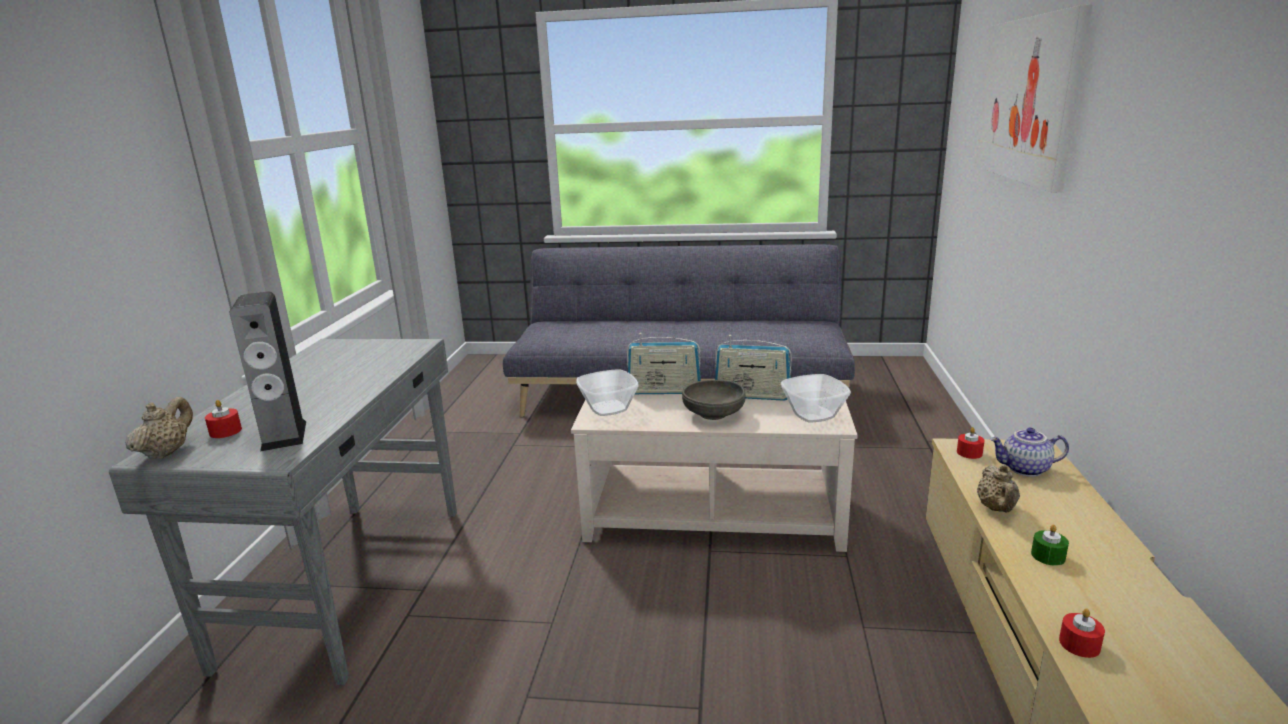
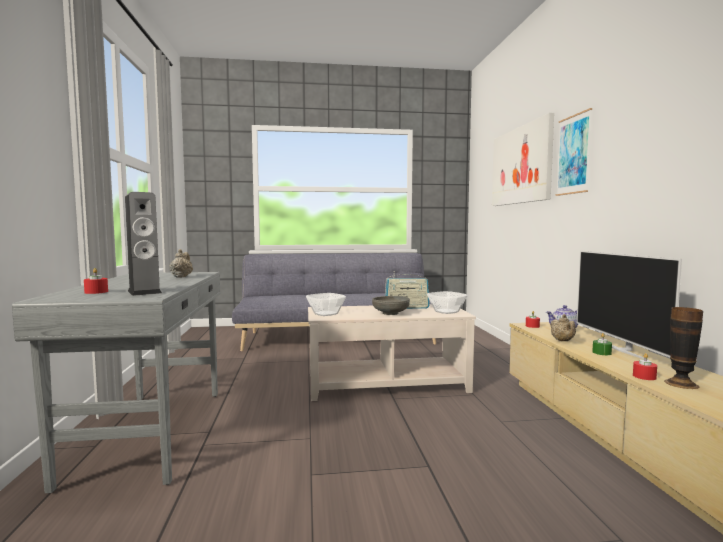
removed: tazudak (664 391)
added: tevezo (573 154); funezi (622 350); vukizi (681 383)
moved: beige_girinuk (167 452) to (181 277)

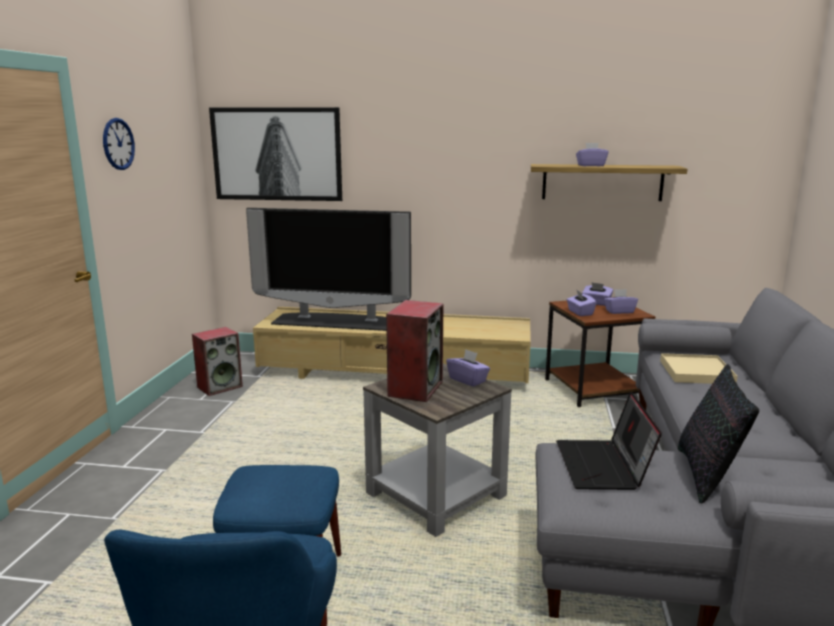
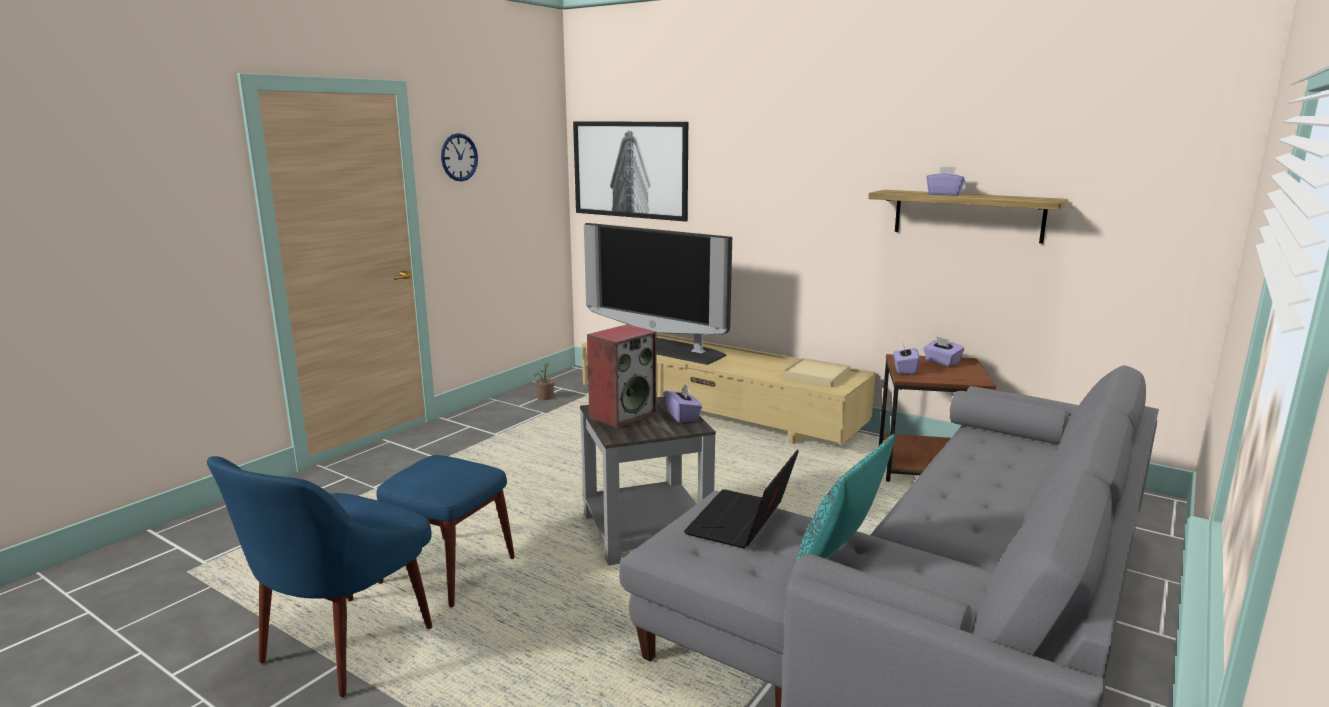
removed: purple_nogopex (619 311)
moved: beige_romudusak (696 372) to (816 375)
replaced: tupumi (220 386) to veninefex (545 398)
recoloured: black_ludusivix (706 476) to turquoise_ludusivix (840 555)

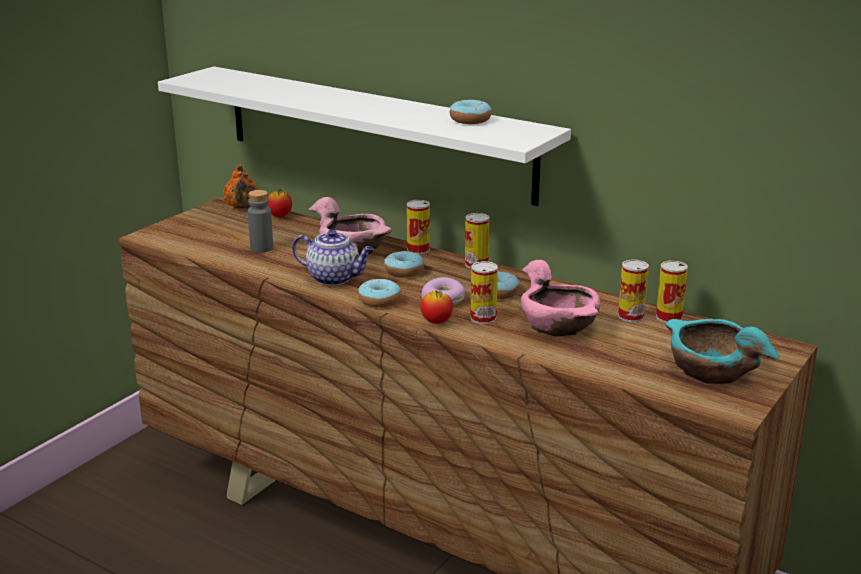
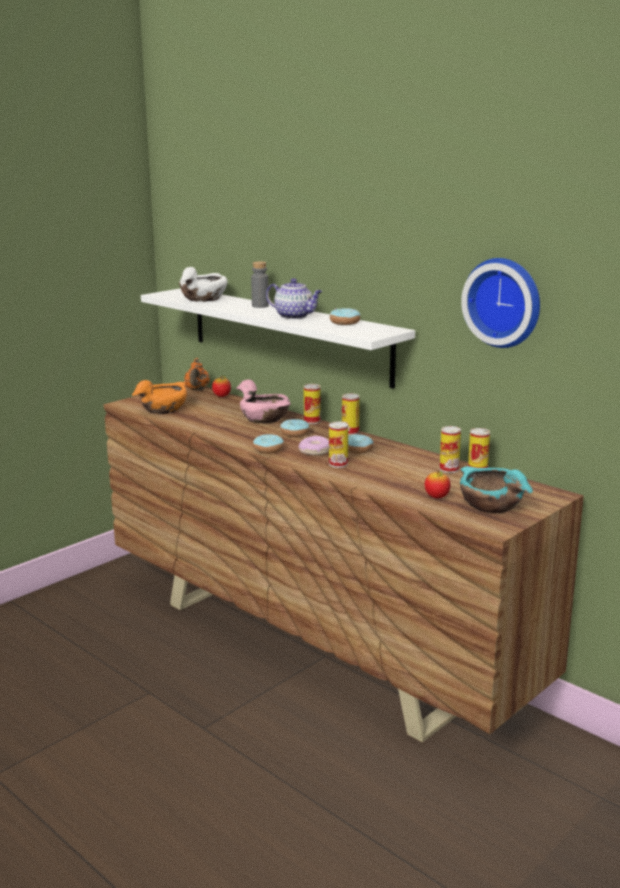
removed: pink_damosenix (559 325)
added: orange_damosenix (163 409); white_damosenix (203 298); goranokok (504 302)
moved: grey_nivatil (261 248) to (260 306); girinuk (335 278) to (295 316); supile (436 322) to (437 497)

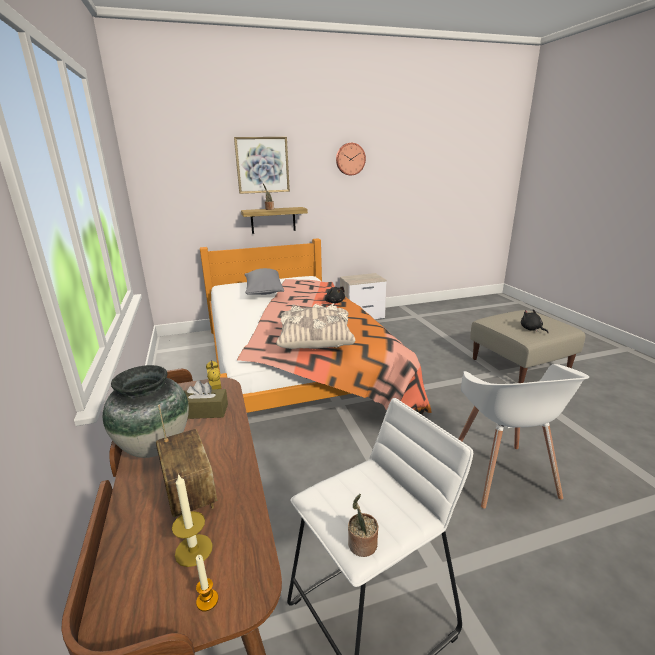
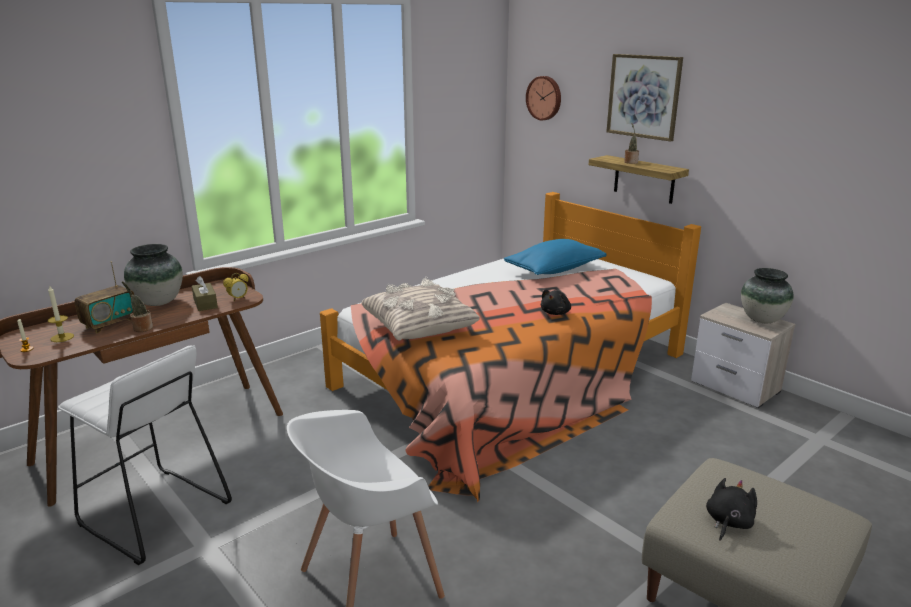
added: vukizi (762 320)
moved: veninefex (362 546) to (141 328); goranokok (350 159) to (544 98)
recoloured: grey_ludusivix (263 291) to blue_ludusivix (554 270)

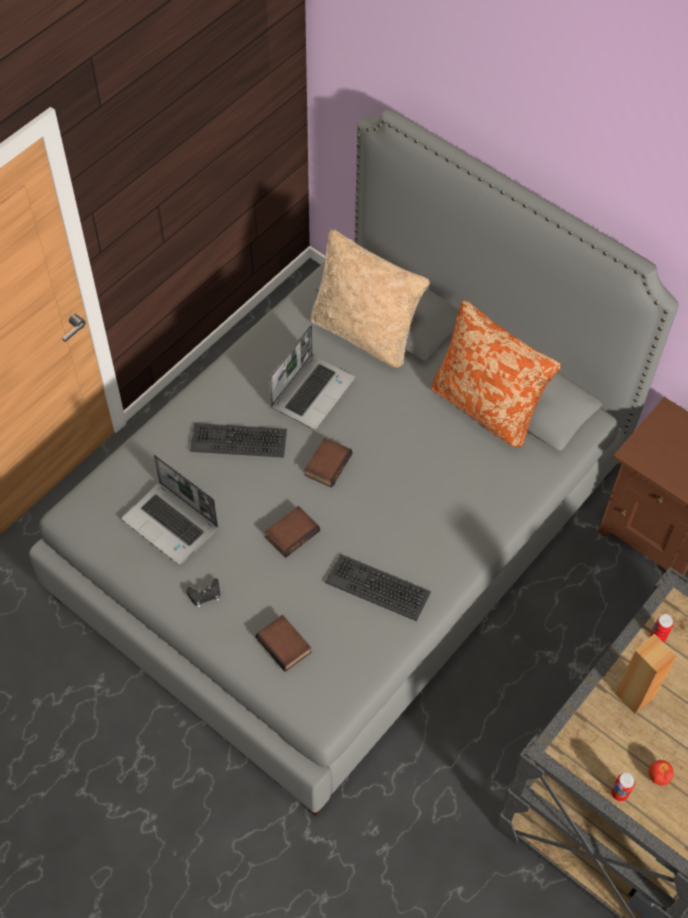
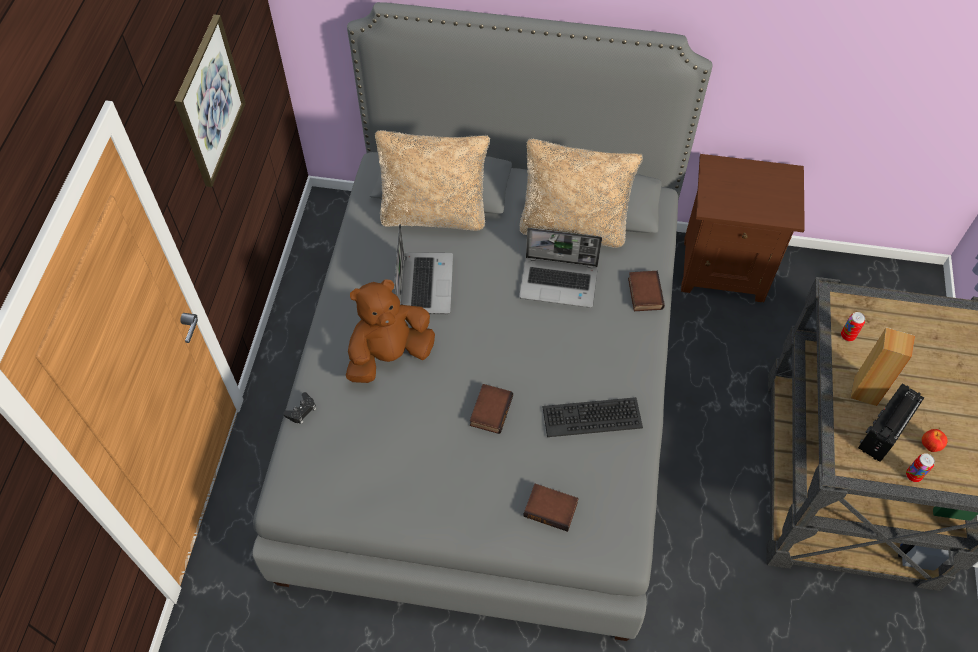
added: tevezo (209 102); tazudak (883 433)
moved: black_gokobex (205 594) to (301 410); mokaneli (172 524) to (559 282); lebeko (327 464) to (643 293)
replaced: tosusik (239 440) to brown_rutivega (389 355)
recoloured: orange_ludusivix (485 410) to beige_ludusivix (574 230)

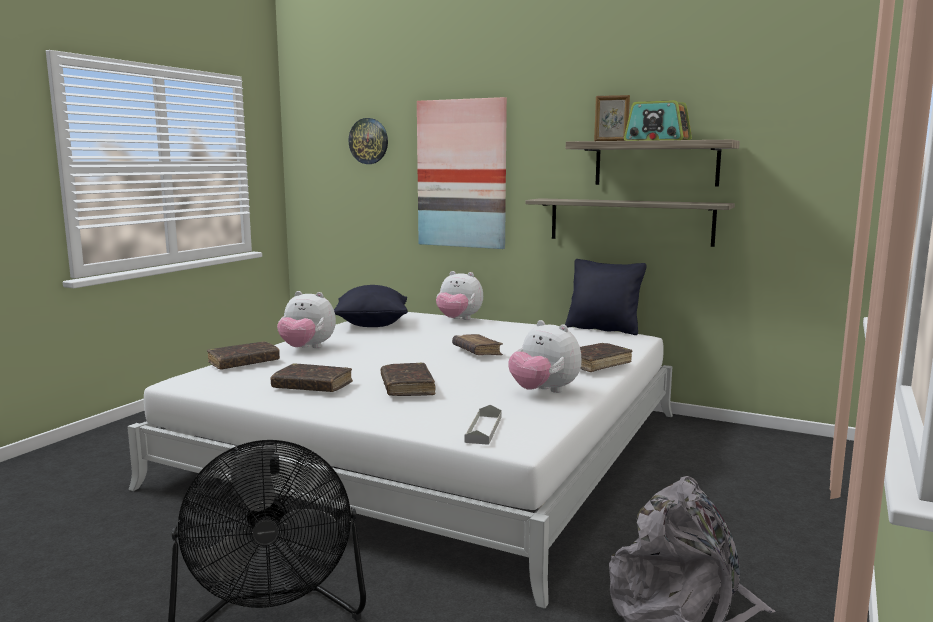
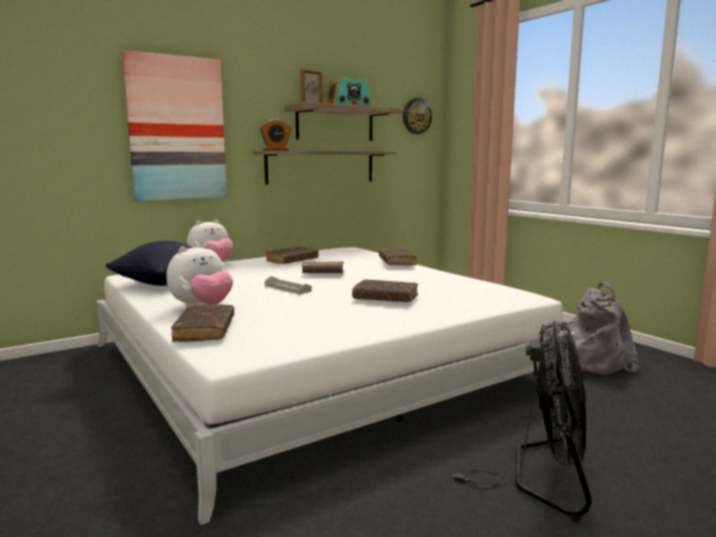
removed: rutivega (544 391); black_ludusivix (603 329)
added: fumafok (276 150)
moved: grey_romudusak (483 429) to (287 288); brown_lebeko (312 386) to (292 260); goranokok (369 141) to (416 116)

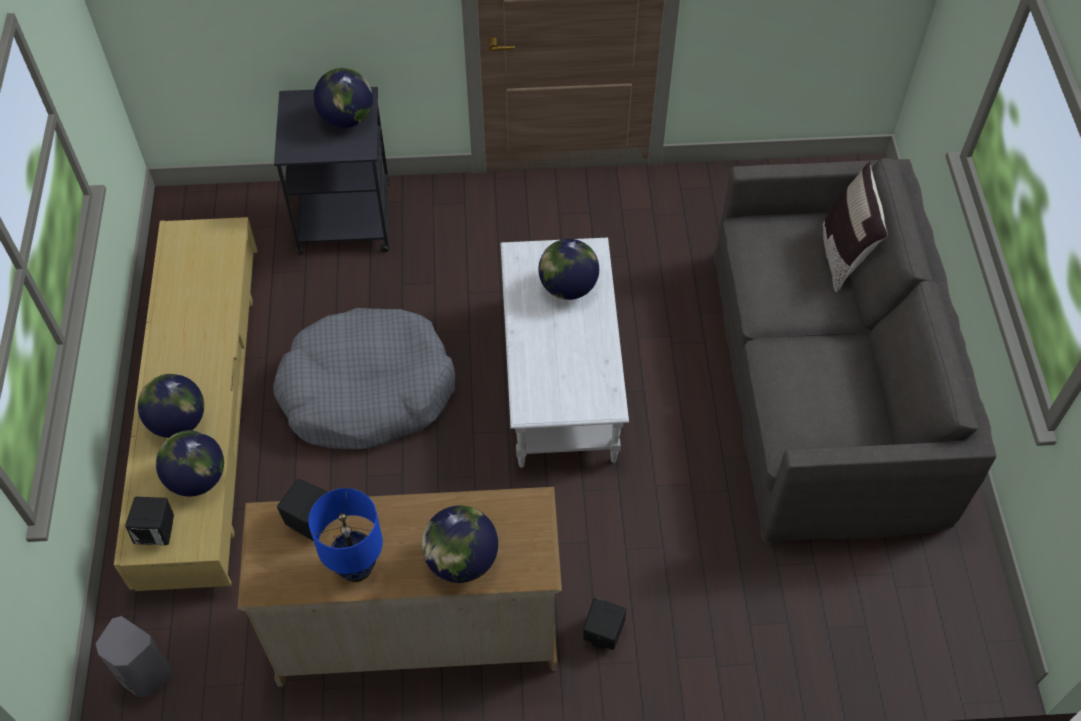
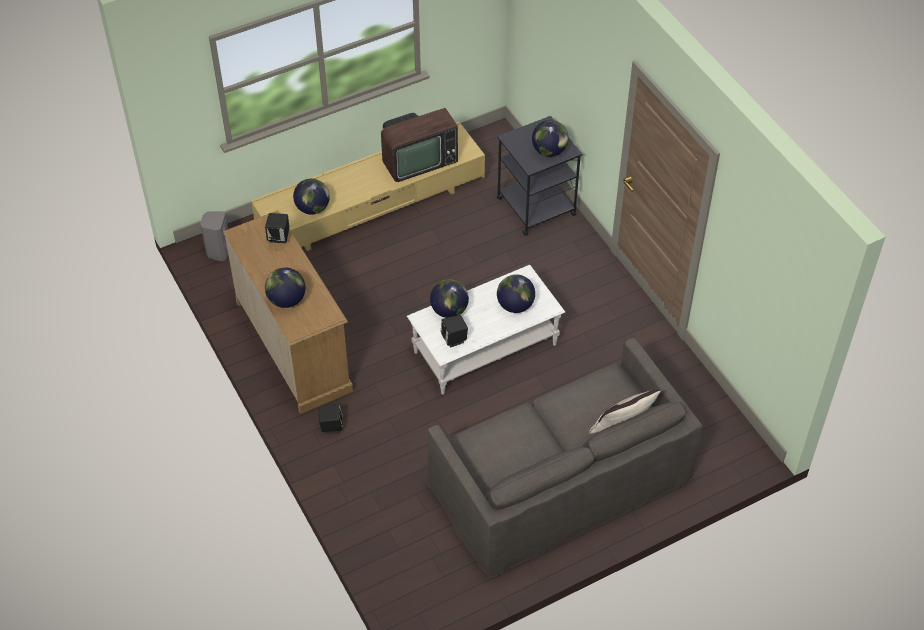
removed: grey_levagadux (367 391); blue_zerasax (356 566)
added: funezi (417 160)
moved: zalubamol (178 421) to (449 310); black_tupumi (157 532) to (454 339)

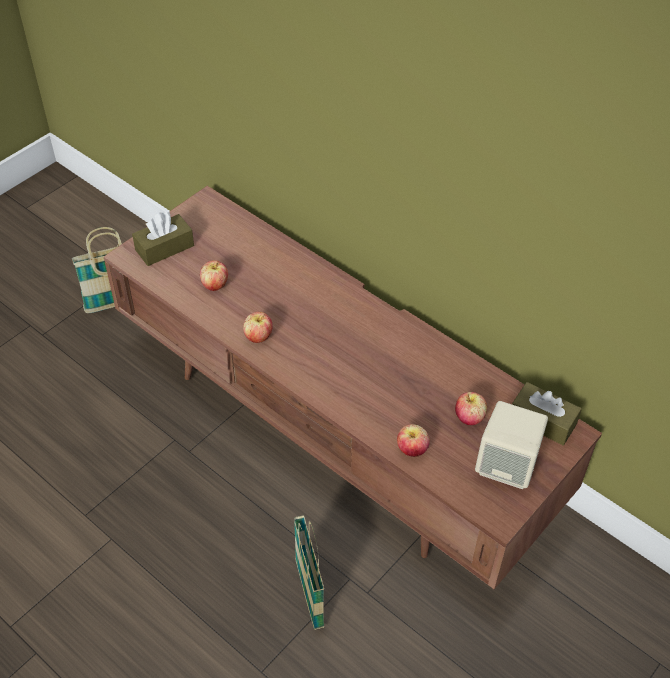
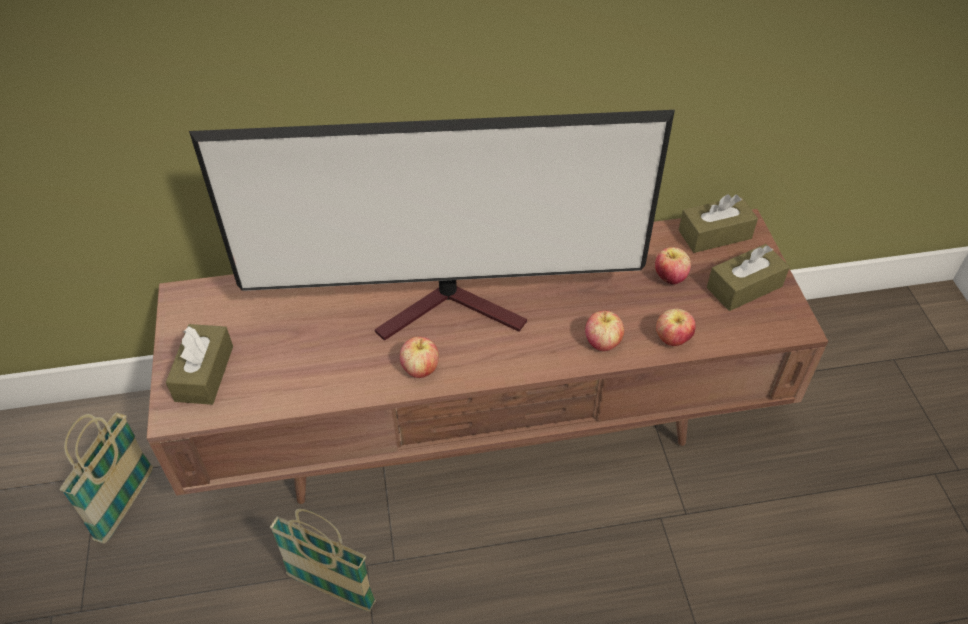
added: funezi (454 309)
moved: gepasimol (309 594) to (331 589); supile (215 285) to (602 342)
replaced: beige_tupumi (507 466) to brown_nogopex (744 287)

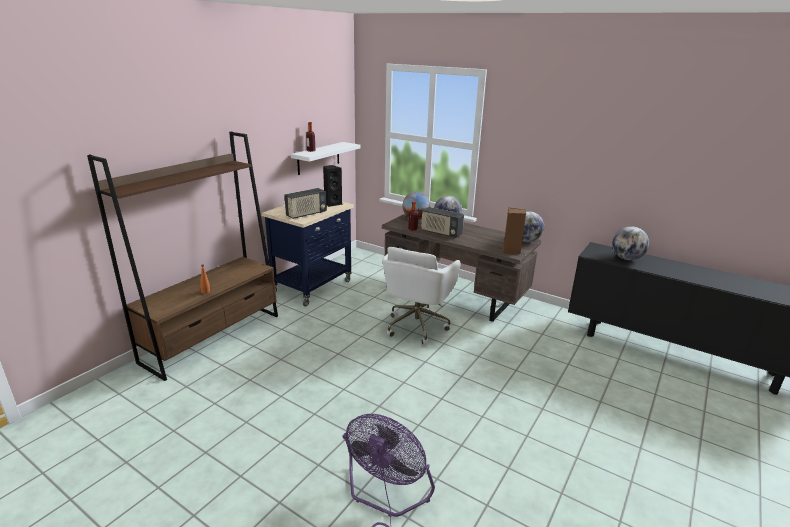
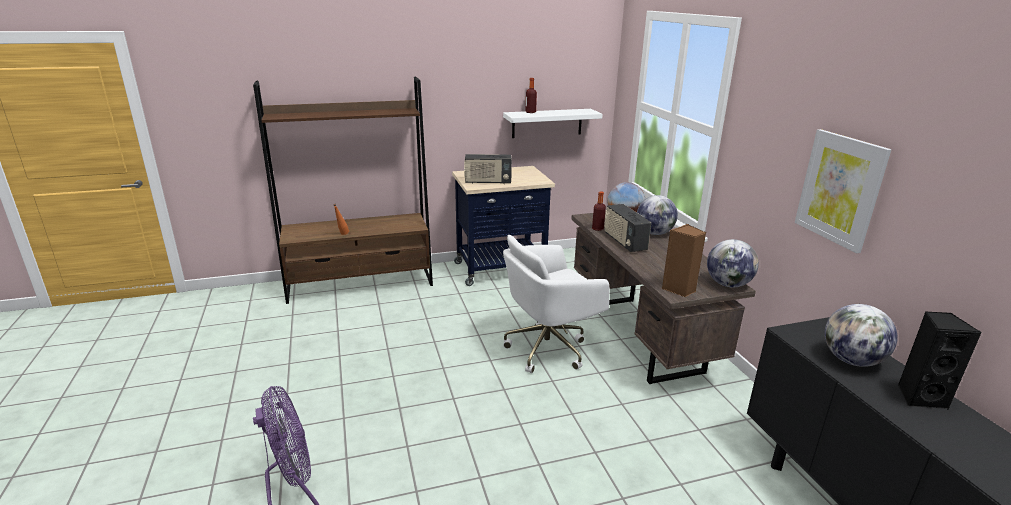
added: tevezo (840 189)
moved: black_tupumi (332 203) to (919 397)

